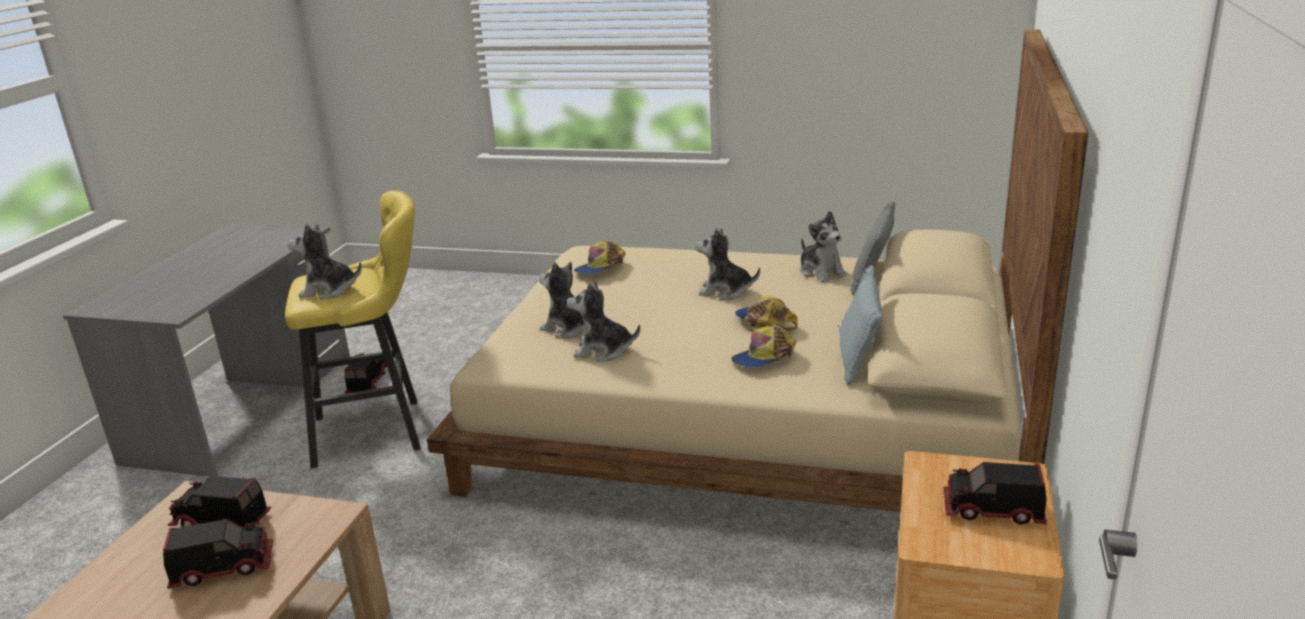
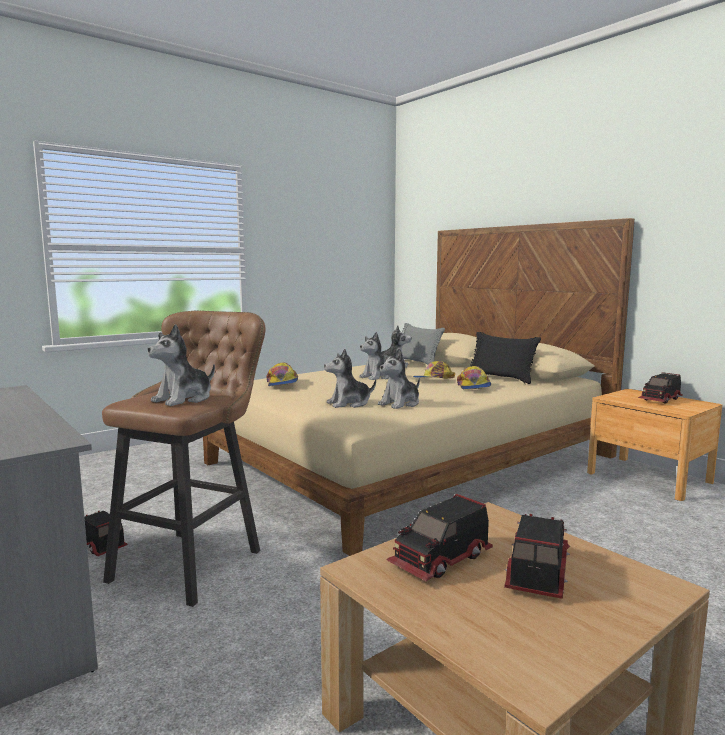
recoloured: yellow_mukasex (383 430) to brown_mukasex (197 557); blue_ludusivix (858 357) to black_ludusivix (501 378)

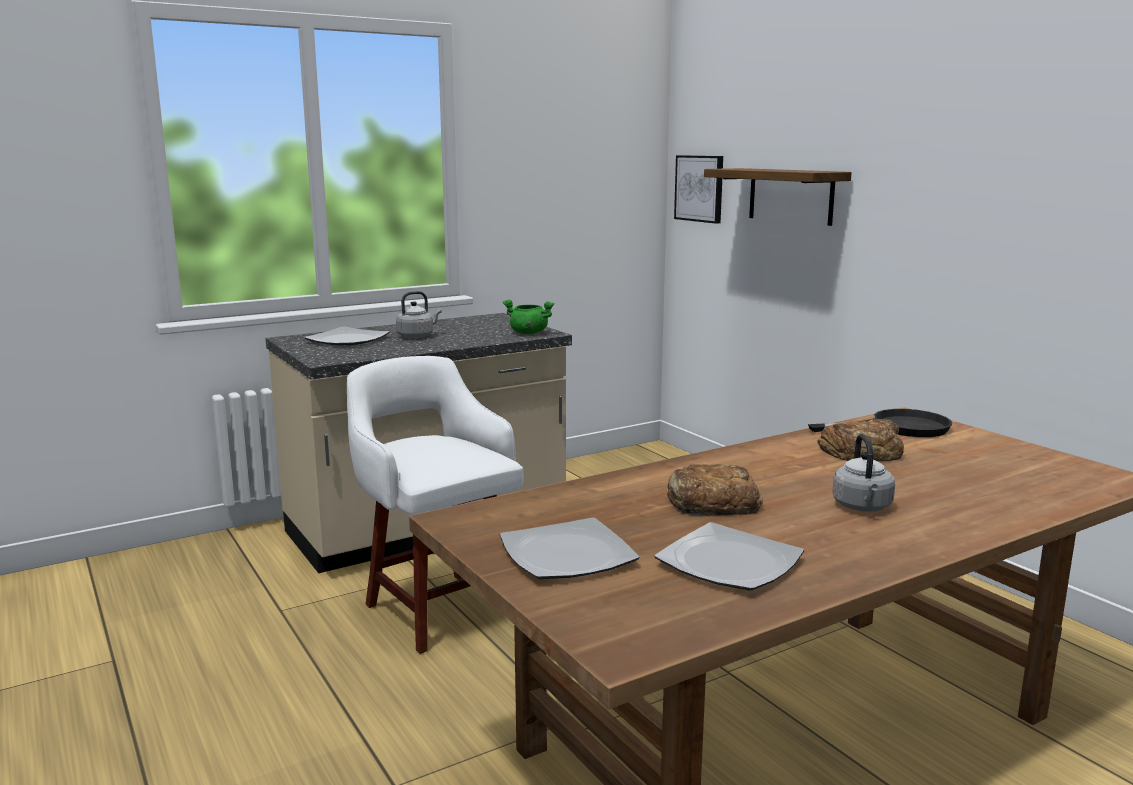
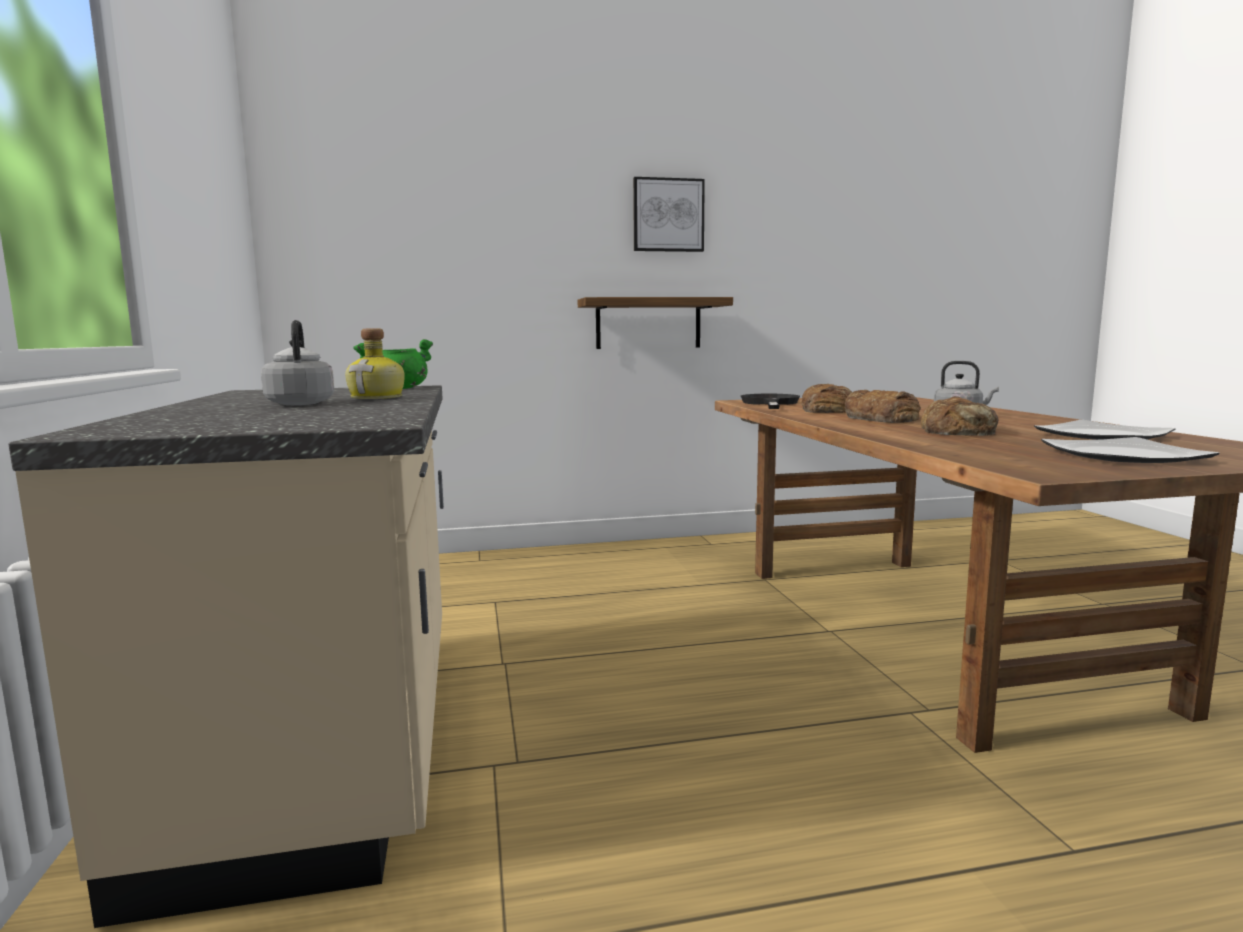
removed: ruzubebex (346 340); white_mukasex (438 608)
added: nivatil (378 397); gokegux (881 418)
moved: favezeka (790 195) to (648 323); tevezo (700 188) to (668 215)

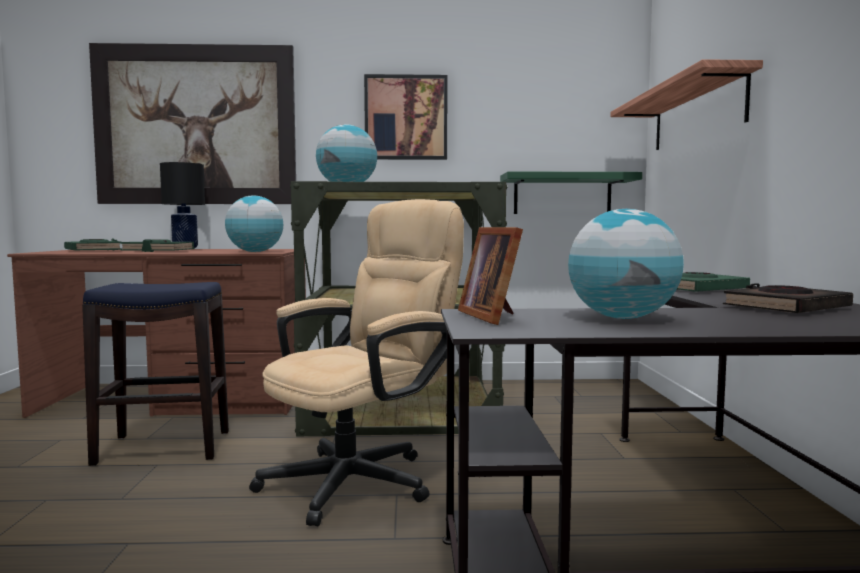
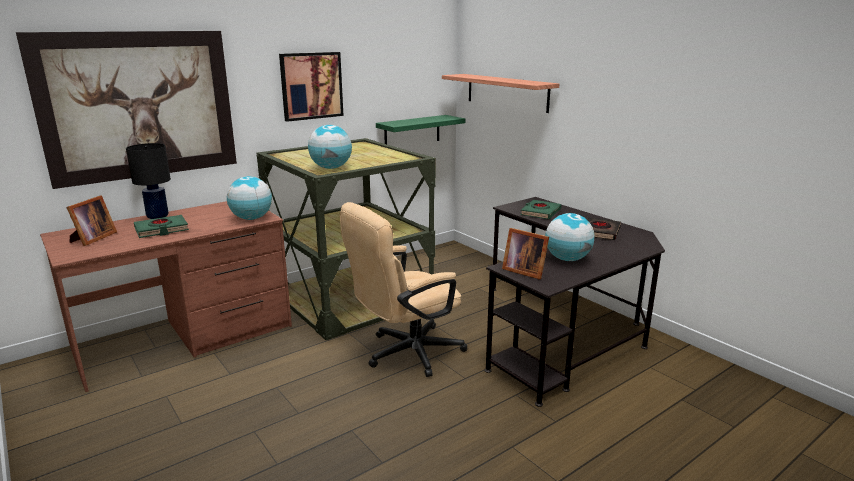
removed: mukasex (163 448)
replaced: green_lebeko (93 250) to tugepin (92 239)
turned: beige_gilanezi (362 478) = (405 354) 135 degrees counterclockwise

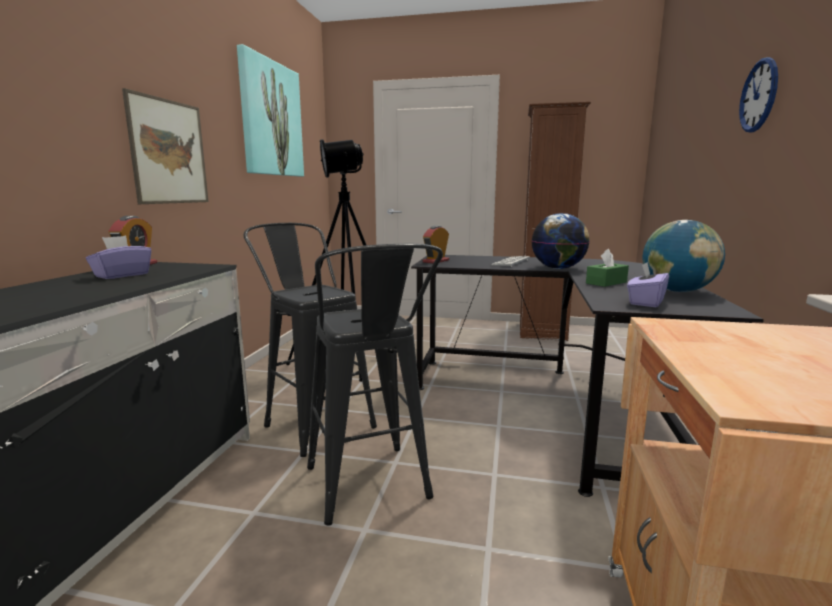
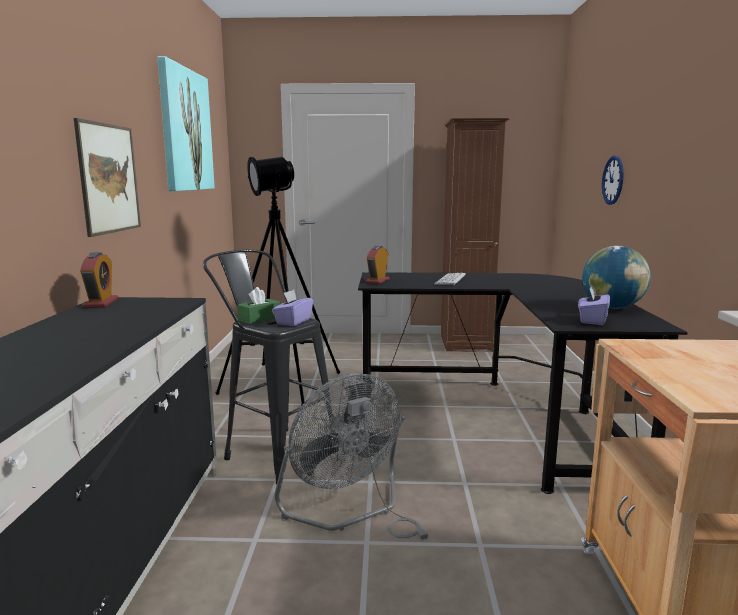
removed: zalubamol (558 268)
moved: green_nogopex (606 282) to (259 319); purple_nogopex (122 275) to (293 321); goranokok (759 95) to (613 180)
replaced: black_mukasex (370 491) to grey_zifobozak (358 509)

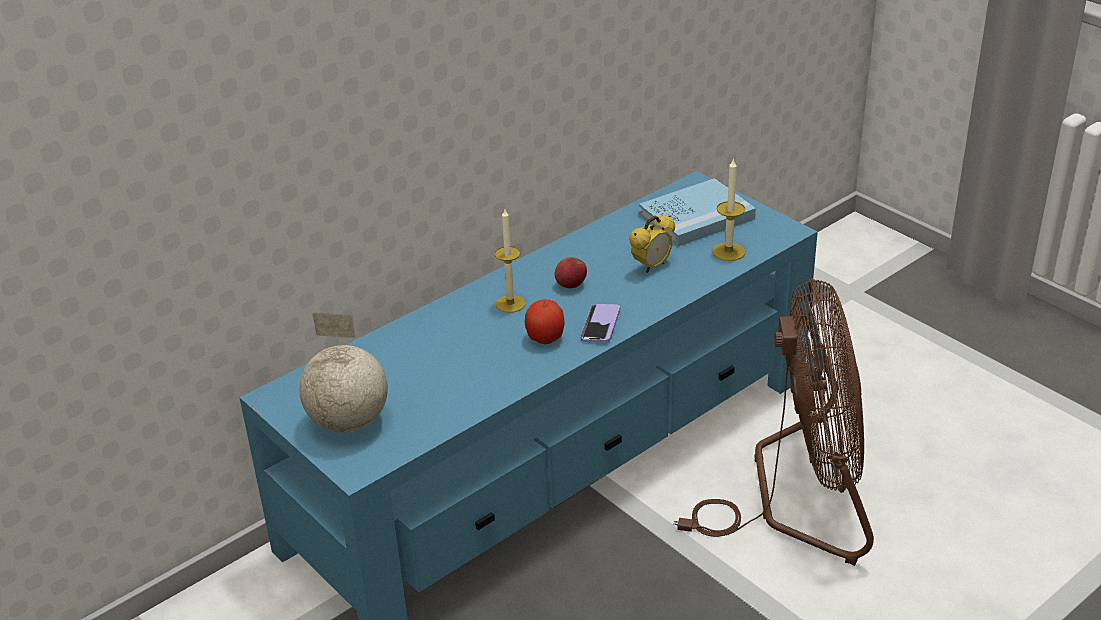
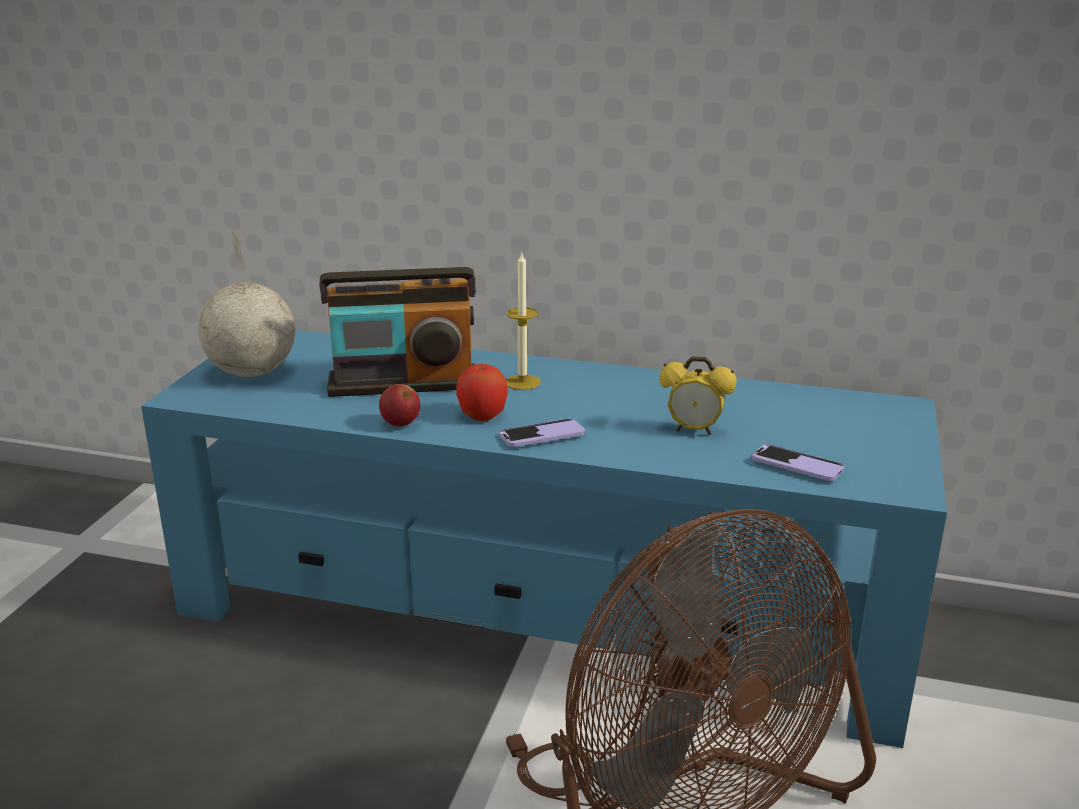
removed: blue_lebeko (696 216)
added: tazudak (404 383)
moved: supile (571 285) to (400 424)
replaced: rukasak (728 251) to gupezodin (797 465)

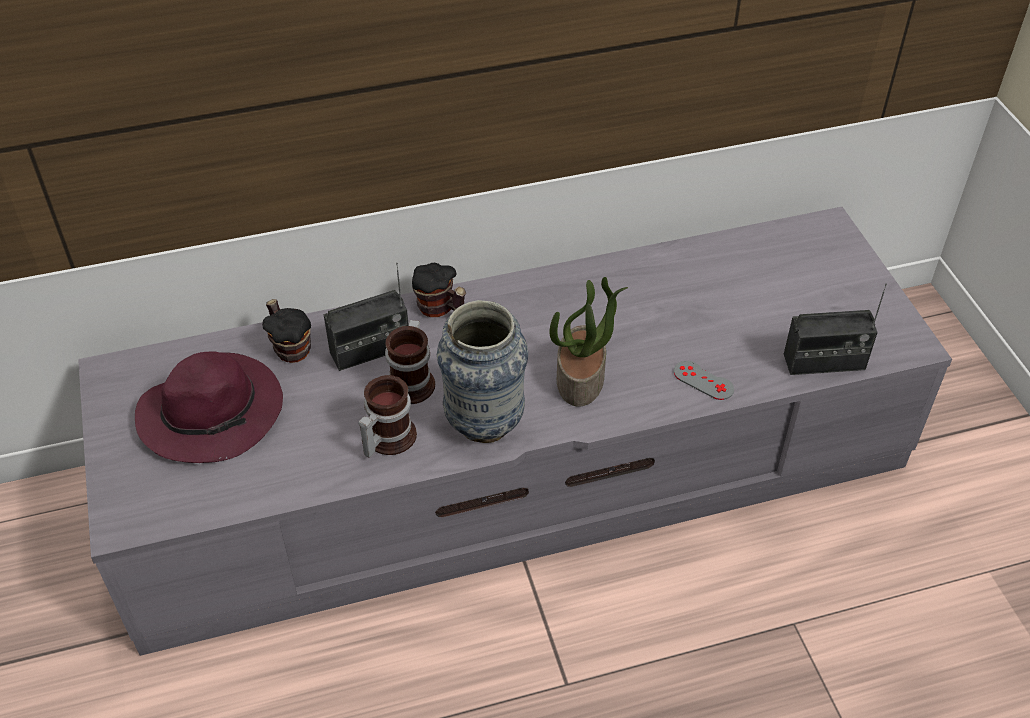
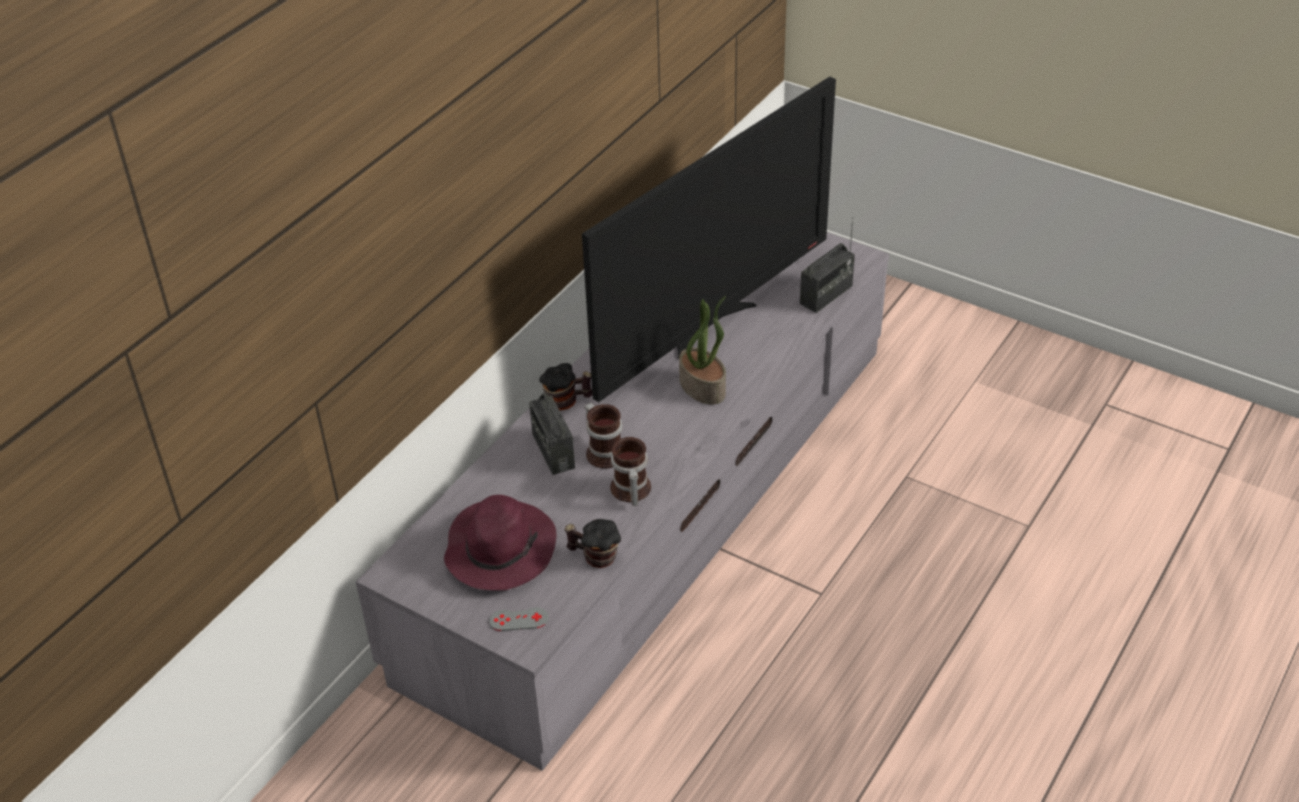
removed: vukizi (484 423)
added: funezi (710 326)
moved: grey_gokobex (703 380) to (519 619); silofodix (290 347) to (595 556)
turned: tazudak (370 350) = (553 451) 135 degrees clockwise

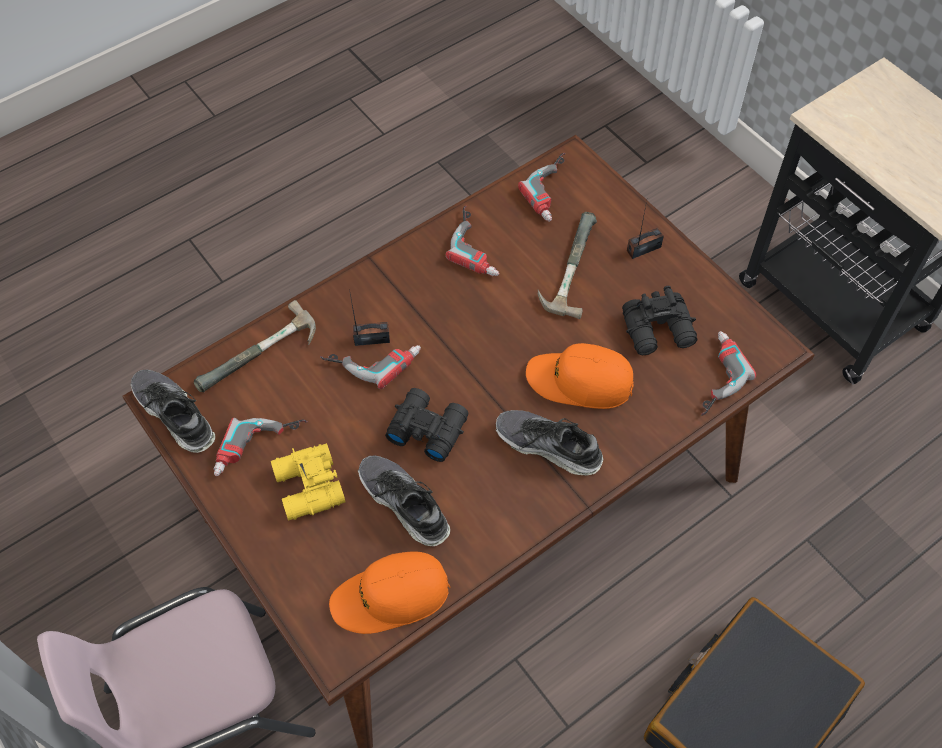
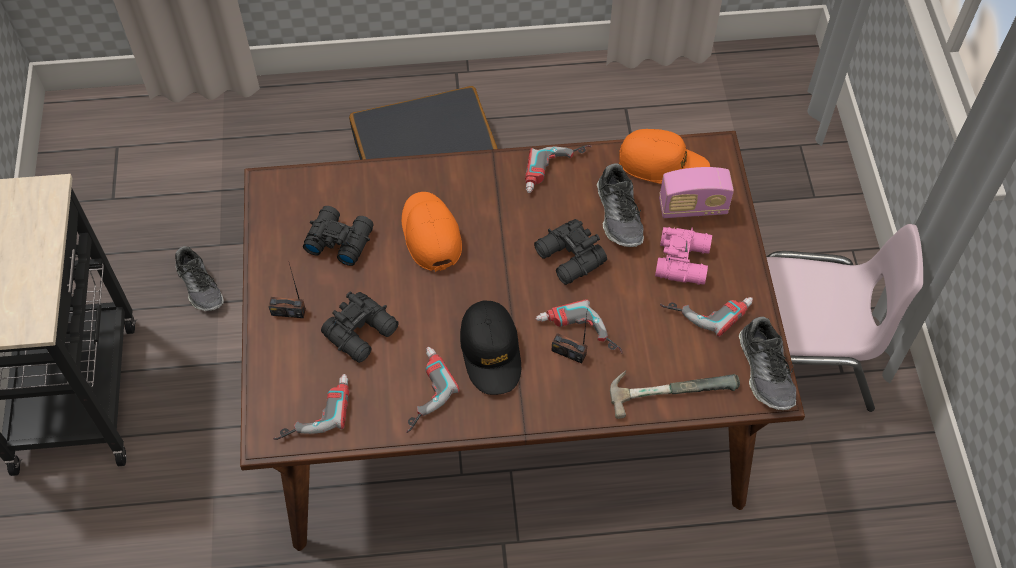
added: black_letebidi (491 352); tazudak (693 207)
moved: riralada (548 446) to (200 286); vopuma (712 375) to (557 172)
replaced: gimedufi (566 265) to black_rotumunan (363 332)
recoloured: yellow_rotumunan (308 489) to pink_rotumunan (684 260)
turned: orange_letebidi (579 381) = (430 234) 150 degrees counterclockwise

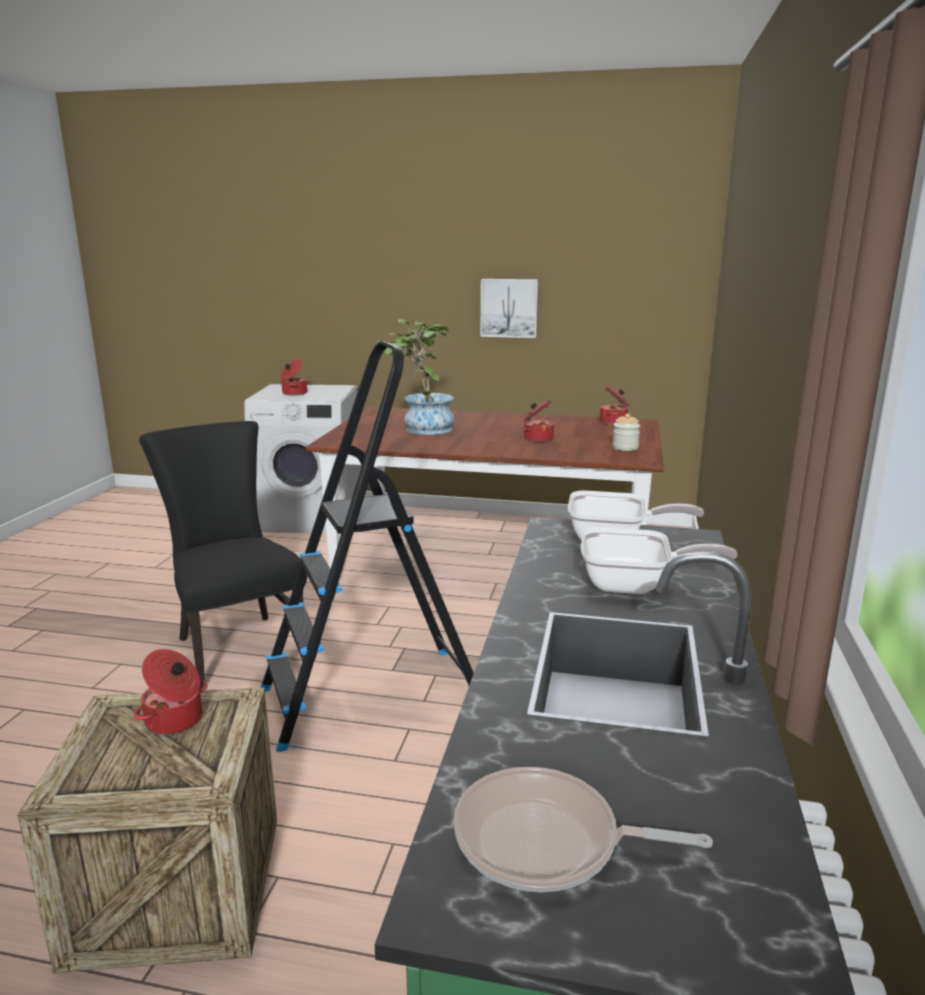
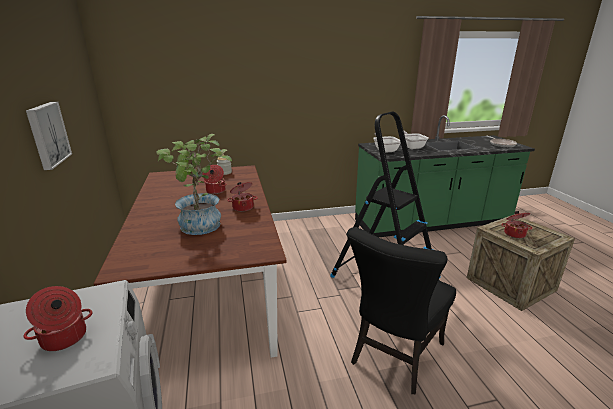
moved: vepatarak (614 422) to (243 207)

